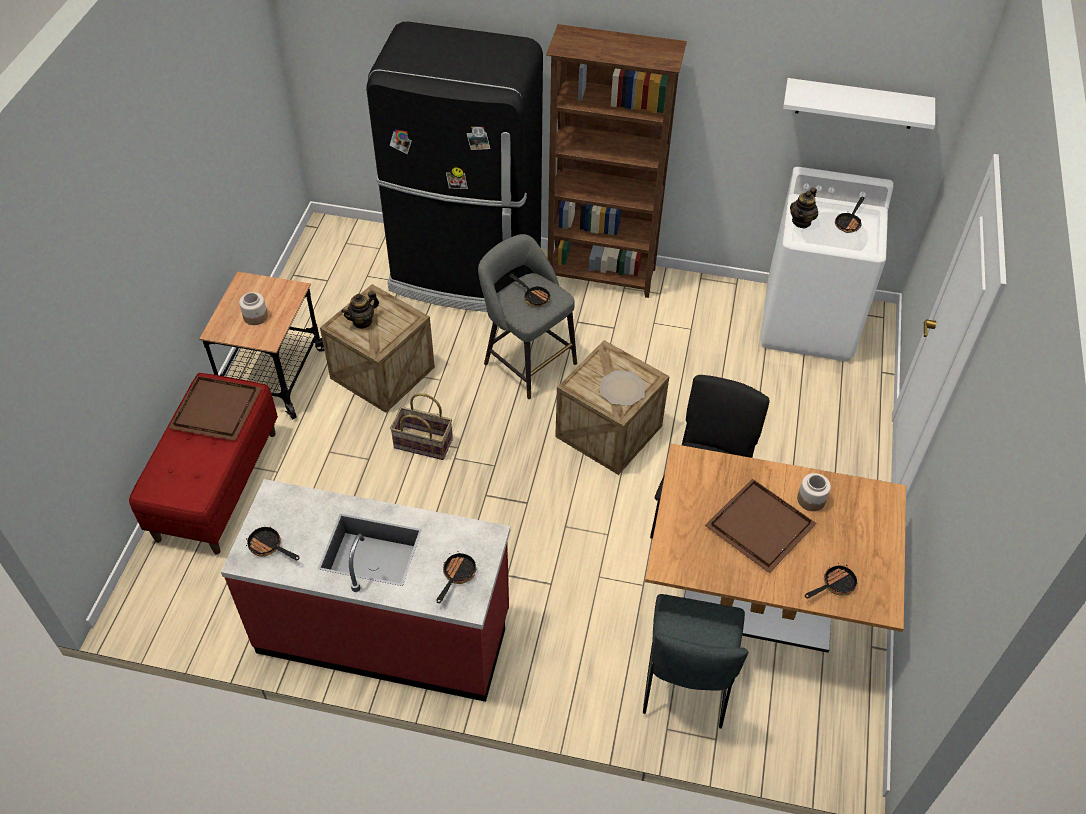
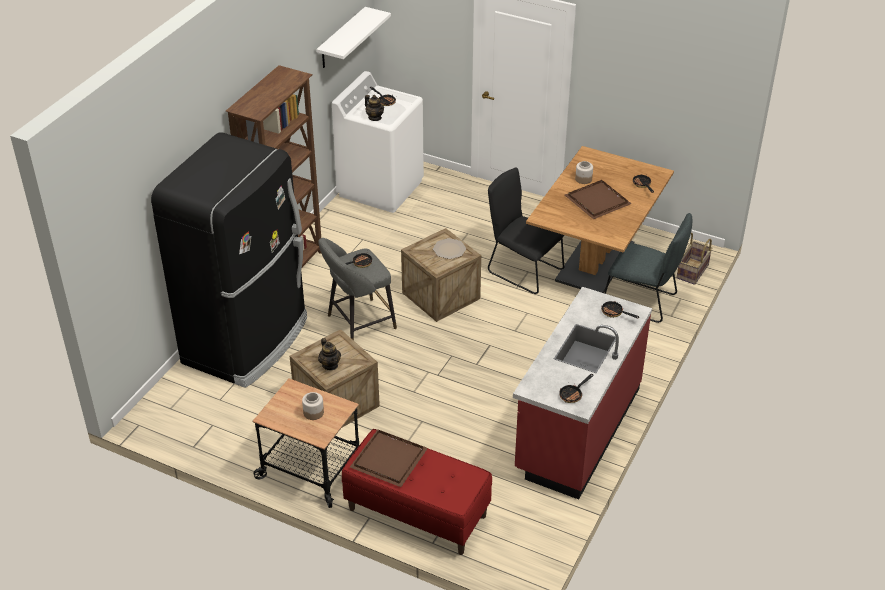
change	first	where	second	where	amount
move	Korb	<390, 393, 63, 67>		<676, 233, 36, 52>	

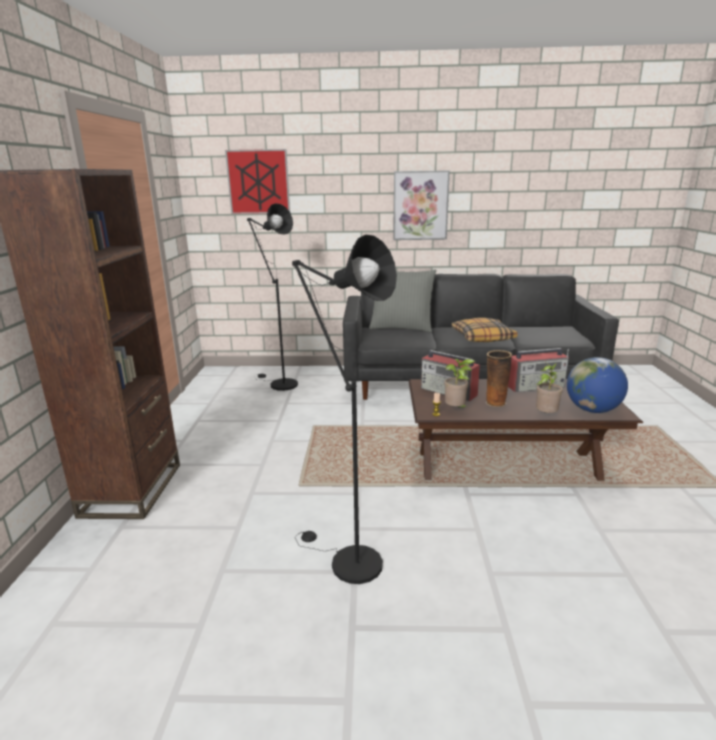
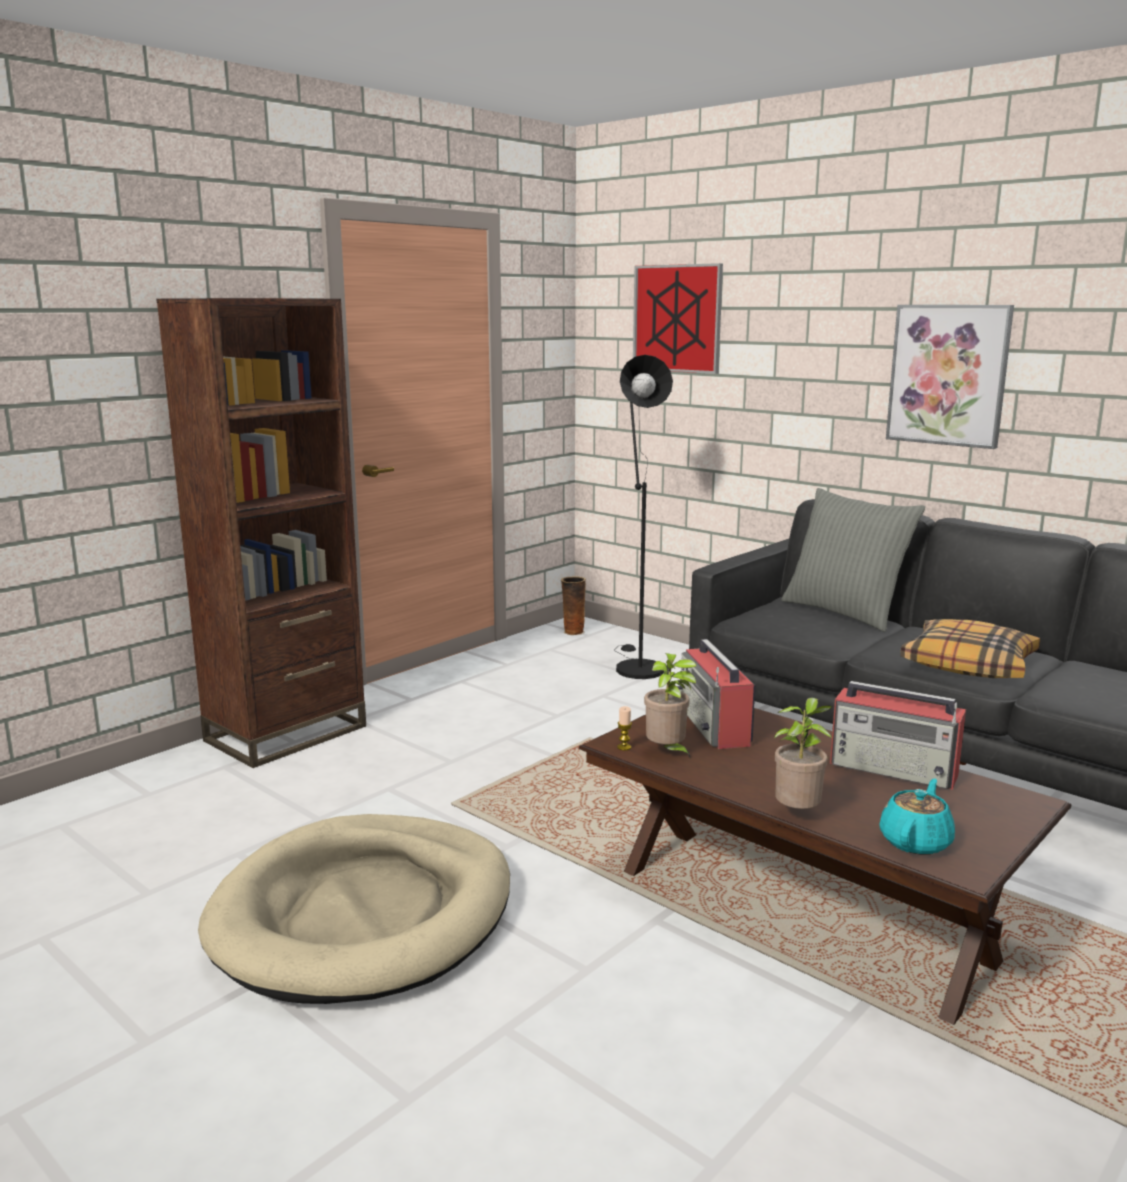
change	first	where	second	where	amount
replace	Stehlampe (schwarz)	<292, 234, 105, 350>	Hundebett (beige)	<198, 814, 312, 190>	
move	Vase	<485, 350, 27, 57>		<561, 576, 25, 59>	
replace	Globus	<567, 357, 61, 56>	Teekanne (türkis)	<879, 779, 76, 76>	

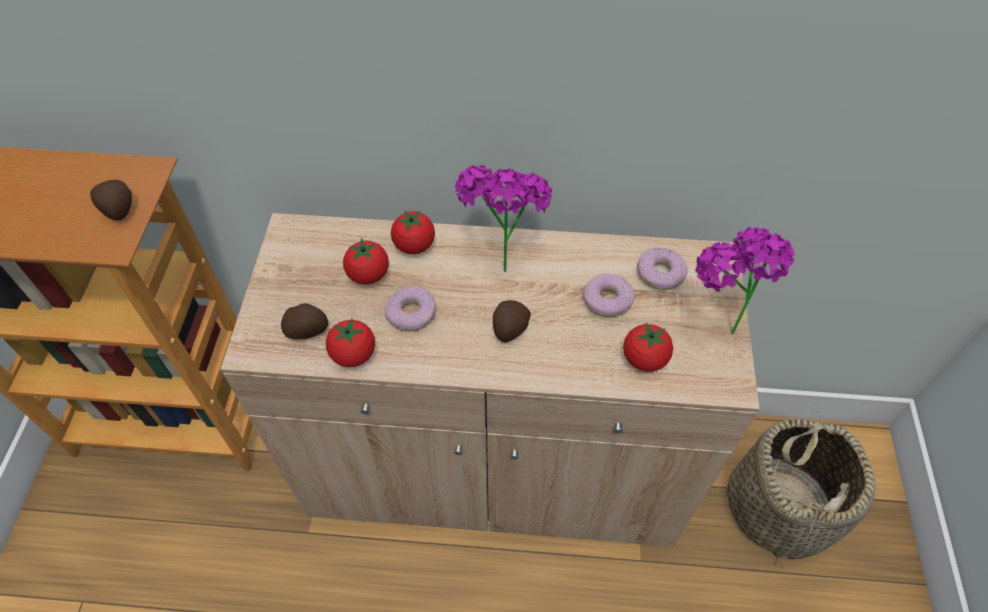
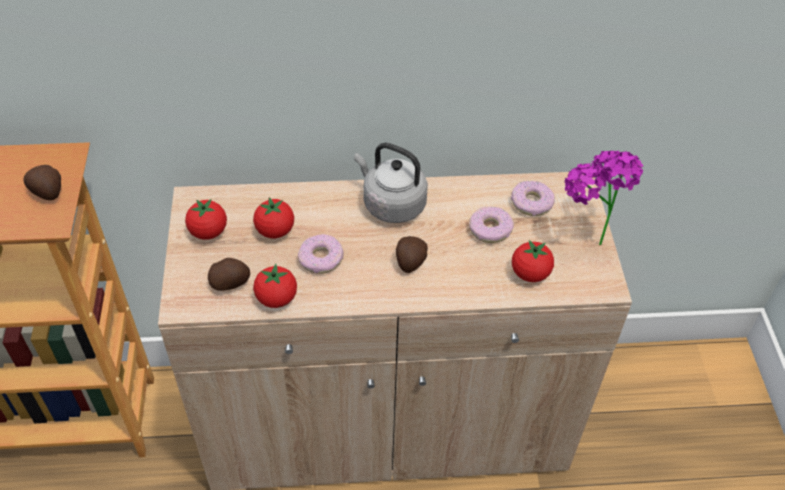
change	first	where	second	where	amount
move	Tomate	<391, 210, 44, 44>		<185, 199, 42, 41>	
replace	Topfpflanze	<455, 165, 97, 107>	Wasserkessel (grau)	<354, 143, 74, 80>	
delete	Korb	<727, 411, 148, 157>			

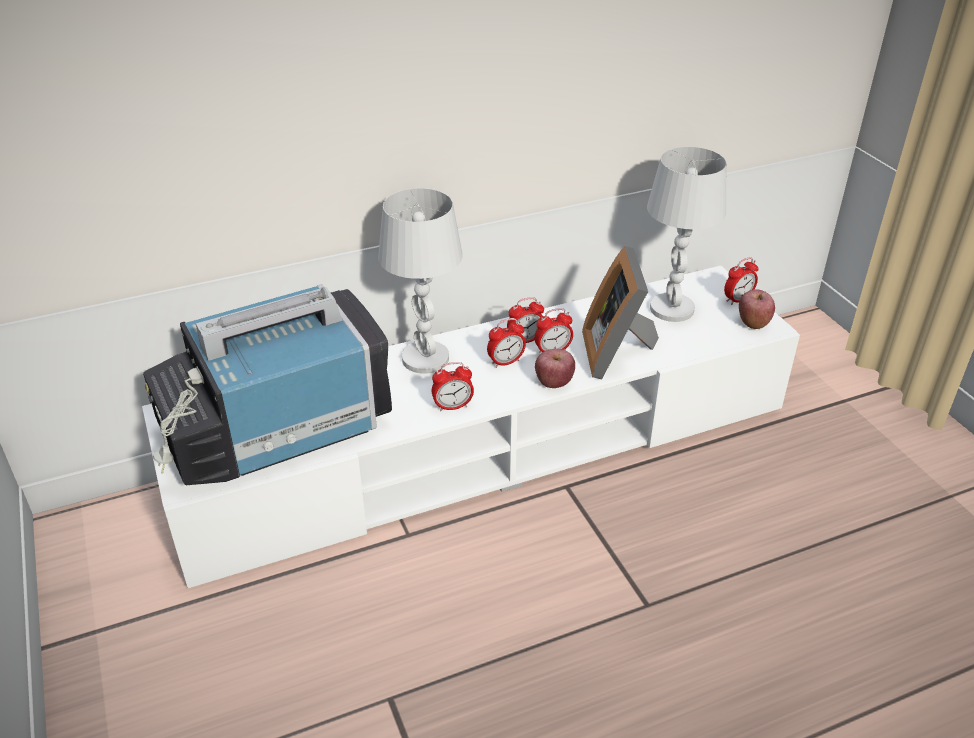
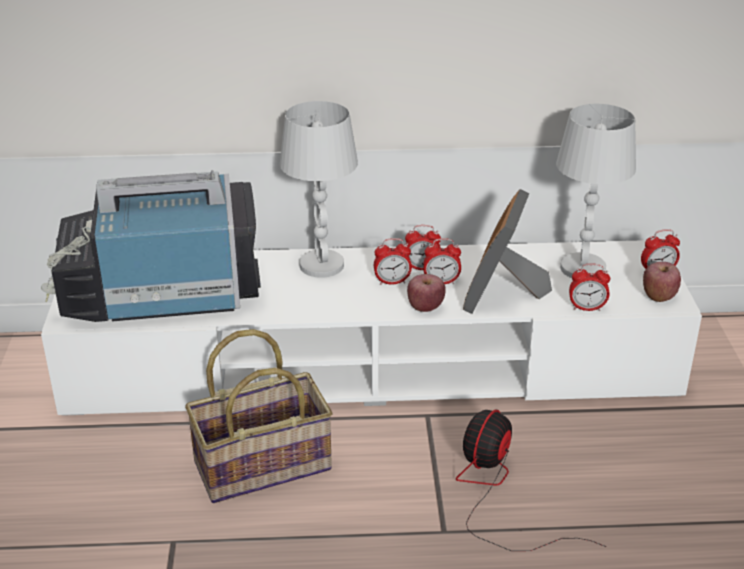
change	first	where	second	where	amount
insert			Korb	<185, 329, 148, 174>	
insert			Ventilator	<456, 410, 150, 141>	
move	Wecker	<432, 362, 42, 50>		<569, 263, 41, 48>	

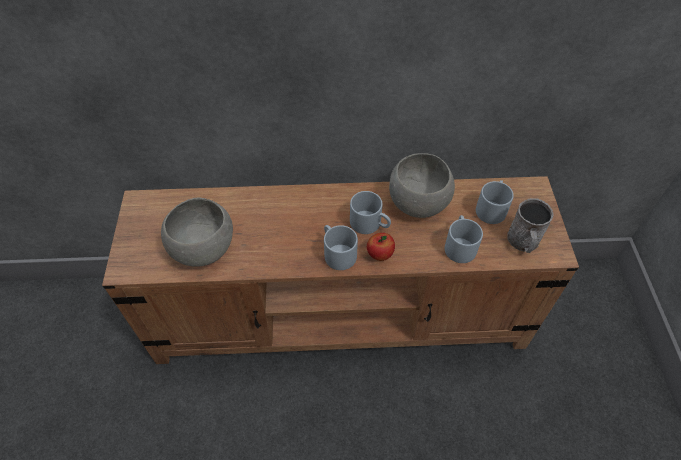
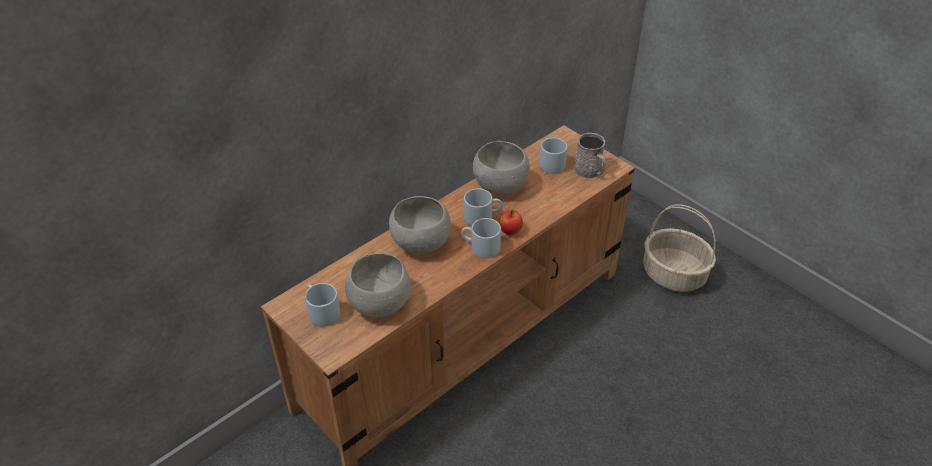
change	first	where	second	where	amount
move	Henkelbecher (grau)	<445, 215, 38, 48>		<305, 283, 35, 44>	
insert			Schüssel (grau)	<389, 196, 62, 58>	
insert			Korb	<643, 204, 73, 88>	

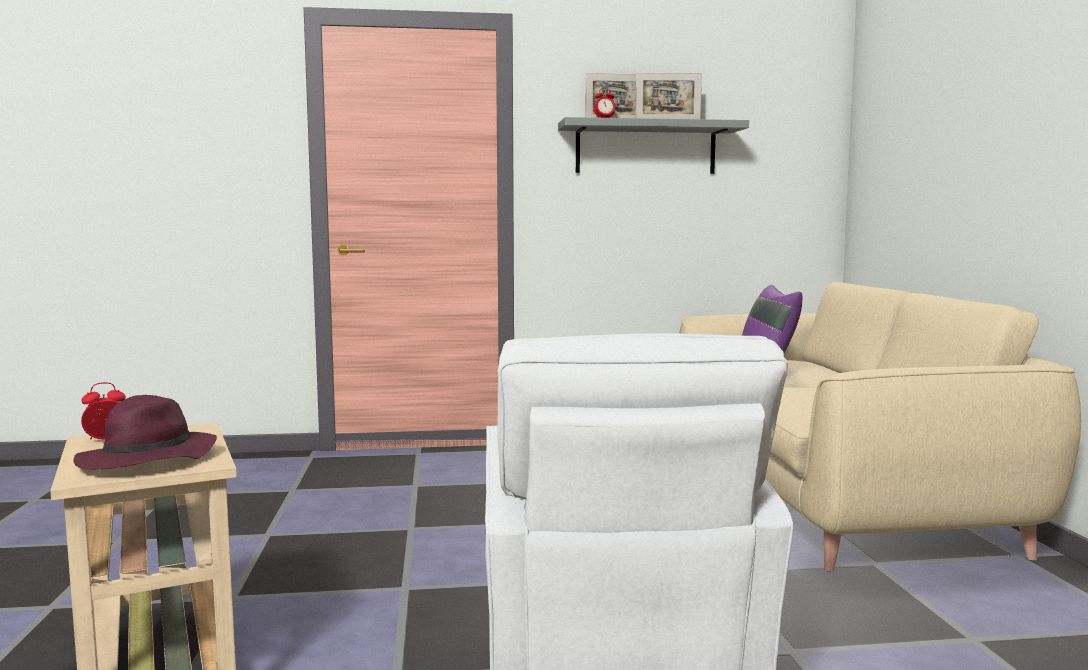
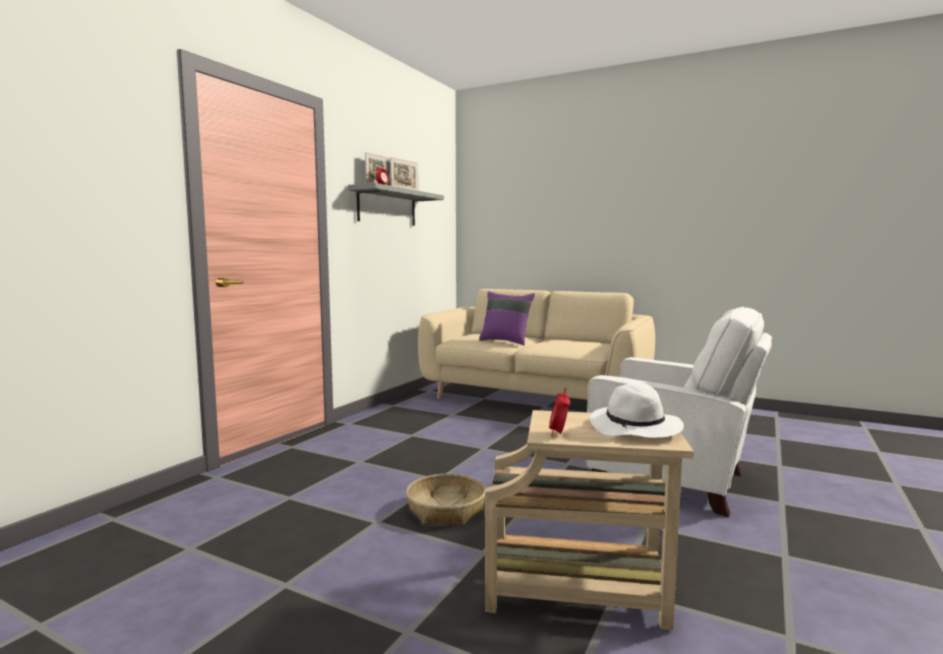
change	first	where	second	where	amount
insert			Korb	<406, 474, 80, 51>	
recolor	Hut (lila)	<73, 395, 144, 75>	Hut (weiß)	<589, 383, 95, 55>	

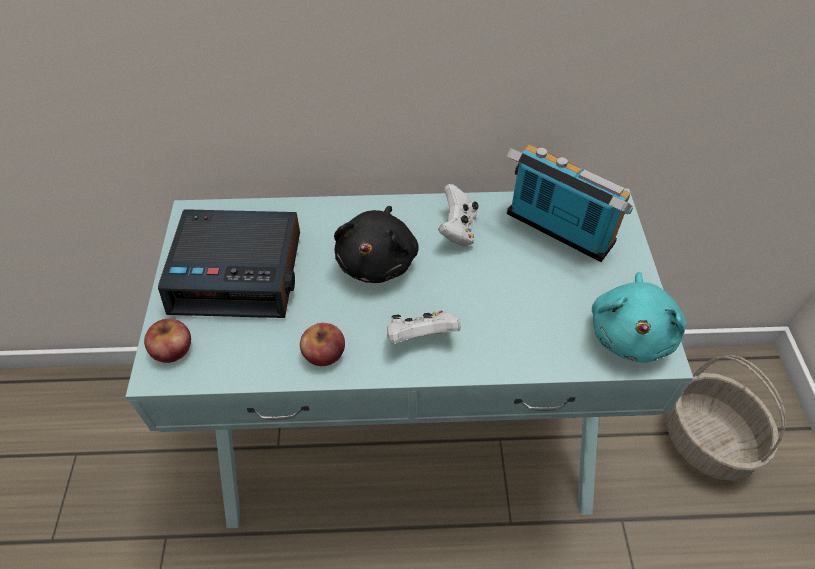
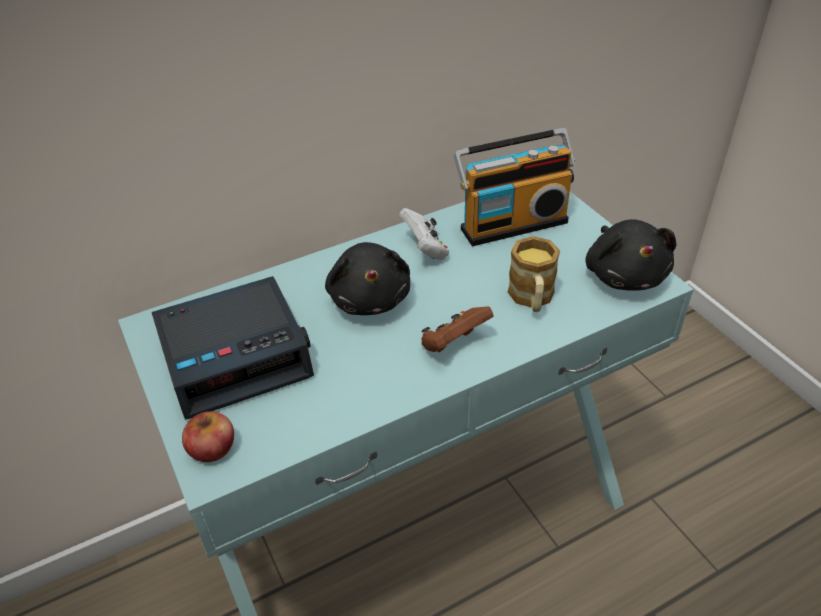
change	first	where	second	where	amount
recolor	Gamepad (weiß)	<387, 311, 74, 33>	Gamepad (braun)	<421, 306, 72, 46>	
rotate	Radio	<507, 145, 126, 117>		<453, 128, 123, 118>	150 degrees clockwise
insert			Henkelbecher	<508, 236, 52, 76>	
recolor	Plüschtier (türkis)	<592, 272, 94, 91>	Plüschtier (schwarz)	<586, 219, 91, 72>	
delete	Apfel	<300, 323, 45, 43>			
delete	Korb	<667, 355, 119, 126>			

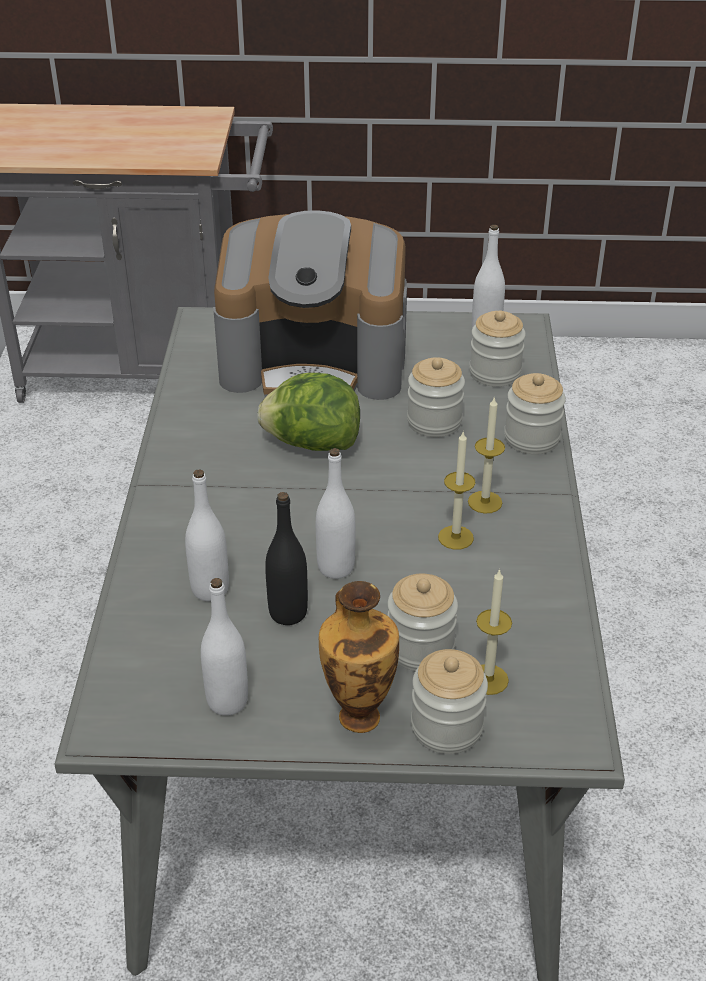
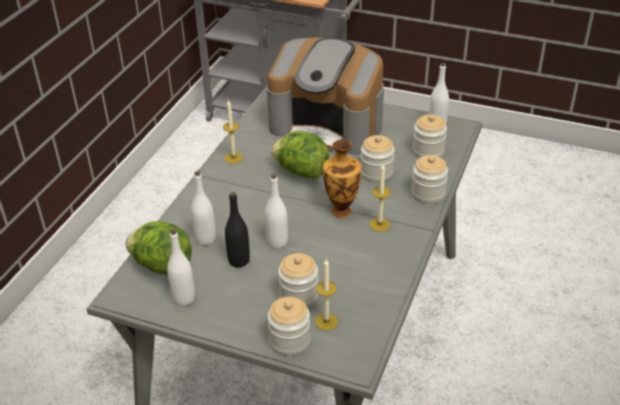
change	first	where	second	where	amount
insert			Salatkopf	<125, 221, 67, 54>	
move	Kerze	<438, 432, 37, 118>		<223, 99, 20, 65>	
move	Vase	<319, 581, 80, 152>		<323, 140, 38, 78>	

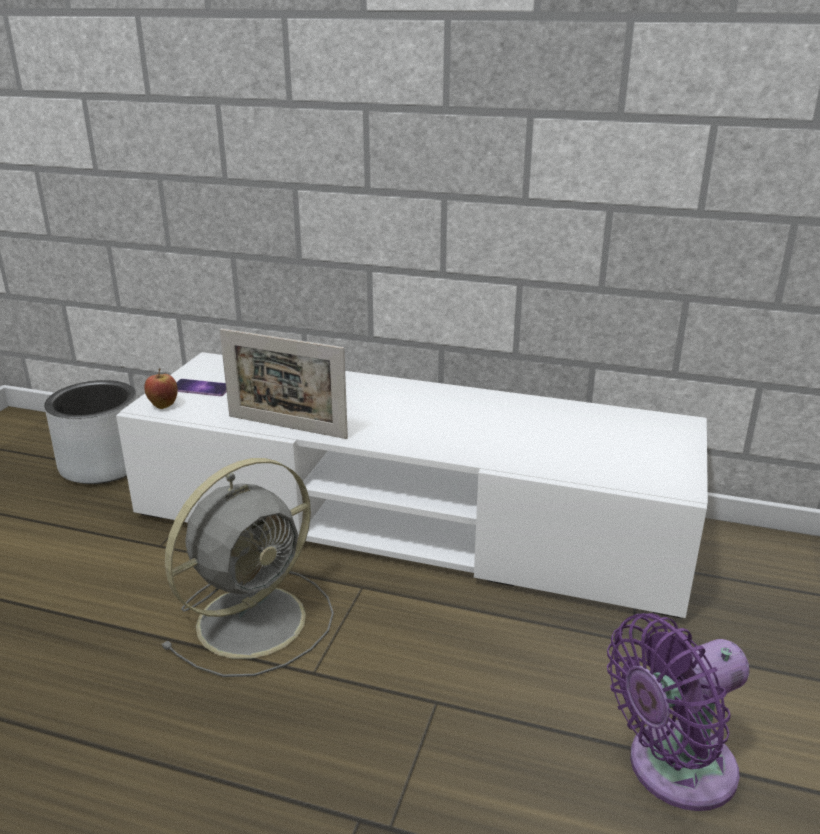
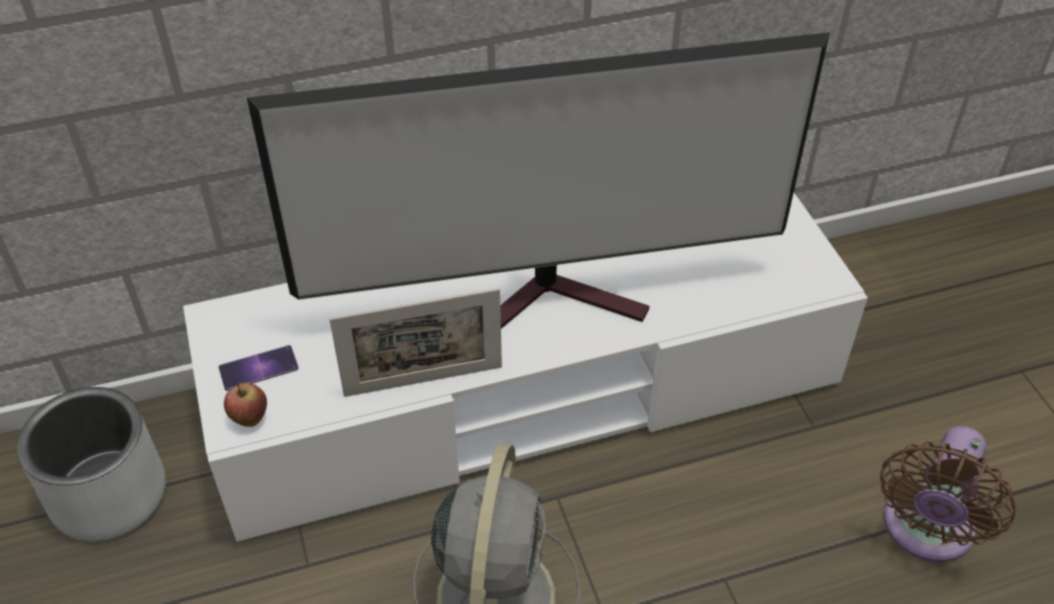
change	first	where	second	where	amount
insert			Fernseher	<247, 32, 583, 297>	
recolor	Ventilator (lila)	<607, 613, 142, 198>	Ventilator (braun)	<880, 426, 136, 137>	

